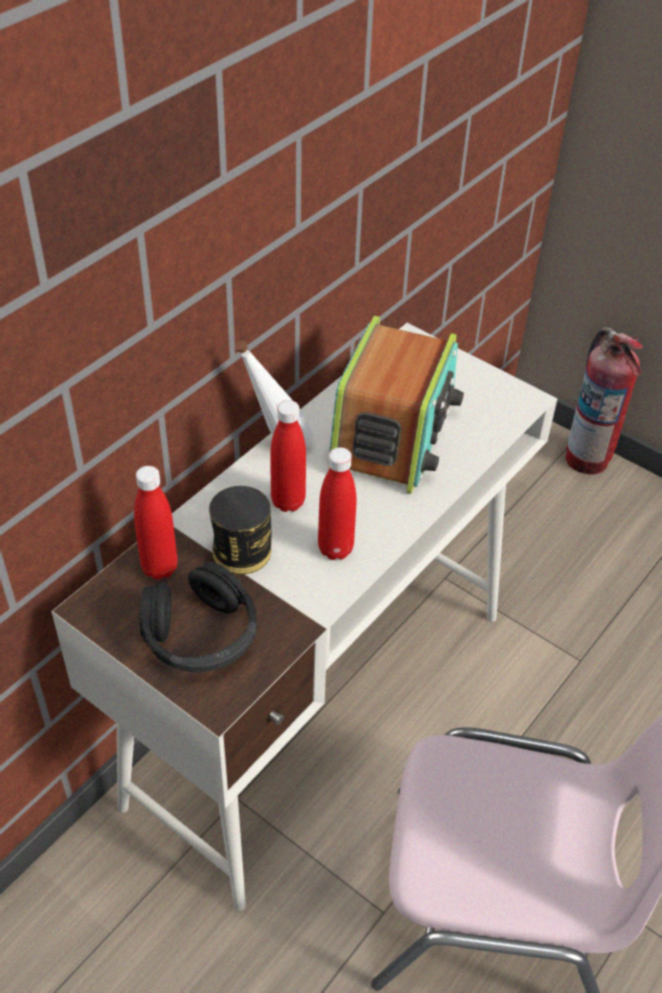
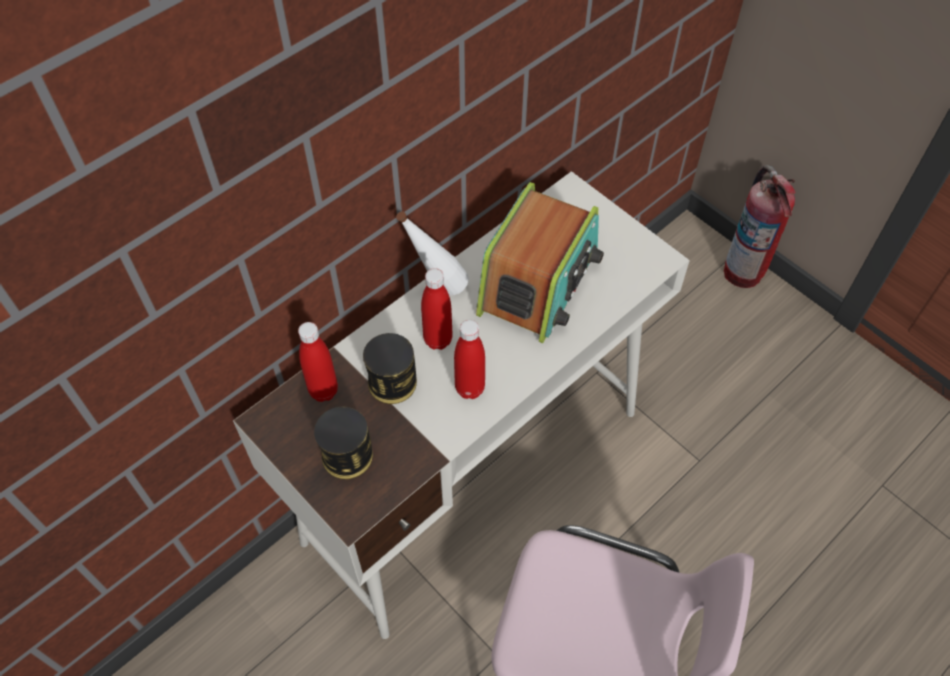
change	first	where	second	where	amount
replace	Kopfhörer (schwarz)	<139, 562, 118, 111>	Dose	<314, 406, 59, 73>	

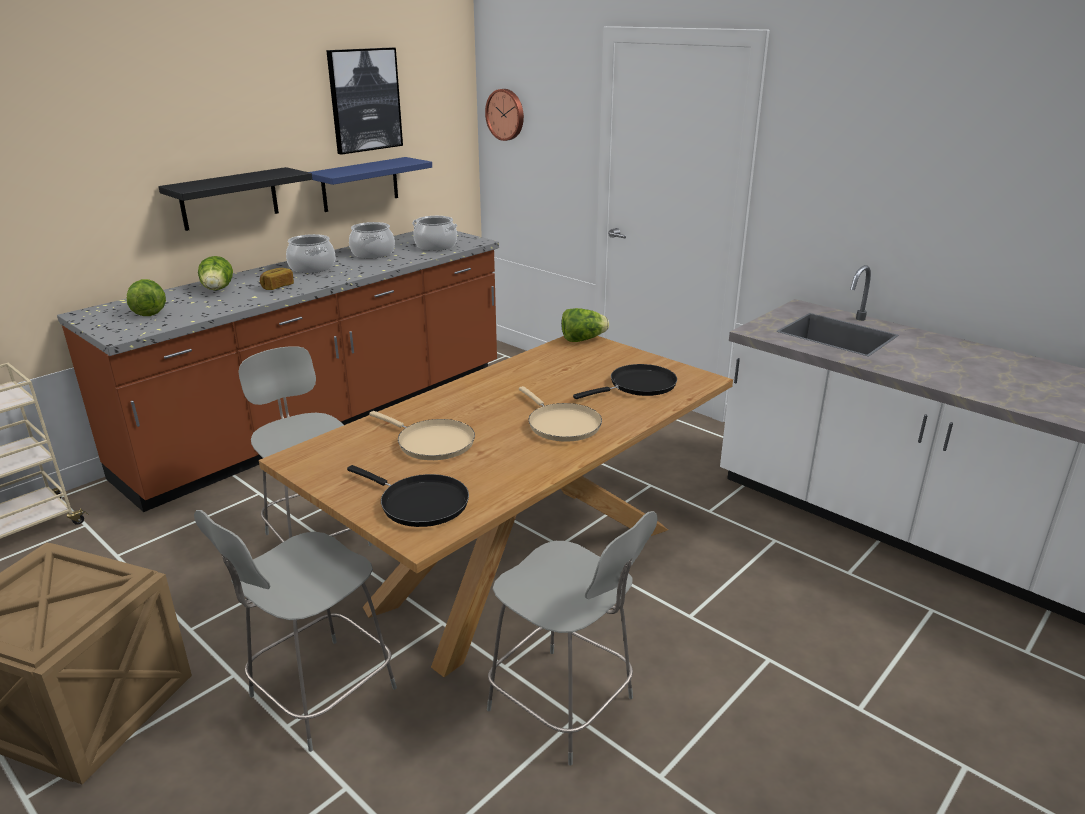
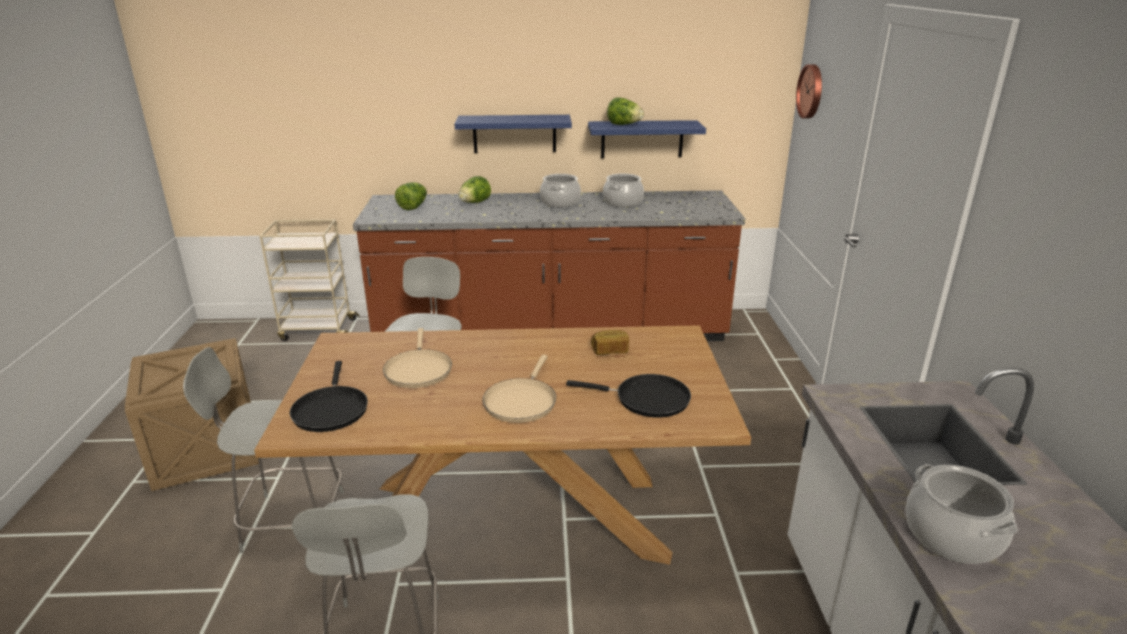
change	first	where	second	where	amount
recolor	Wandregal (schwarz)	<158, 167, 154, 64>	Wandregal (blau)	<454, 115, 118, 38>	
move	Brot	<260, 268, 34, 22>		<591, 330, 38, 25>	
move	Salatkopf	<561, 308, 48, 34>		<607, 97, 37, 28>	
move	Kochtopf	<412, 216, 45, 35>		<906, 464, 112, 100>	
delete	Bild	<326, 47, 77, 108>			

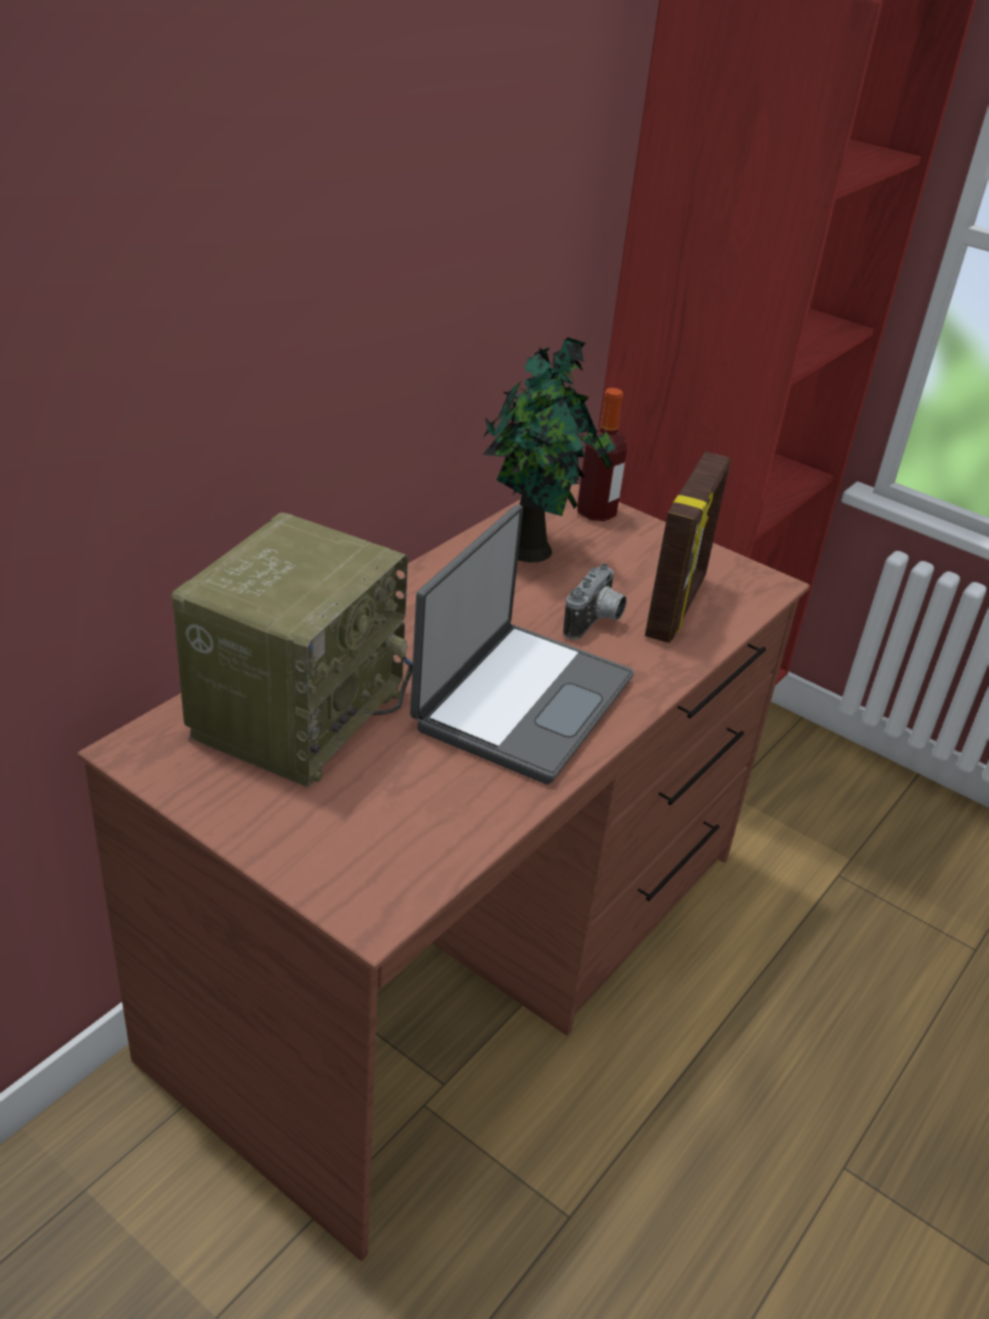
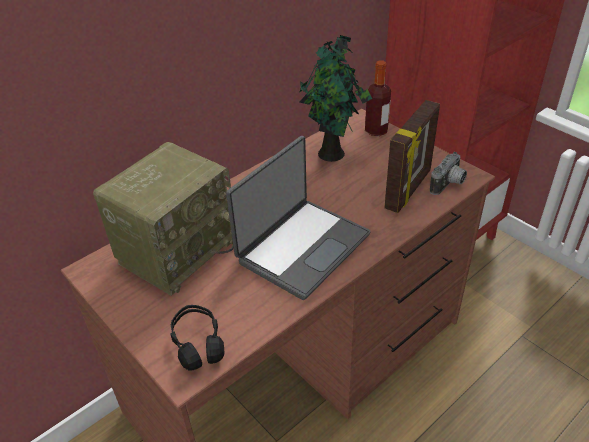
change	first	where	second	where	amount
insert			Kopfhörer (schwarz)	<170, 305, 54, 66>	
move	Kamera	<563, 563, 64, 77>		<430, 152, 37, 43>	

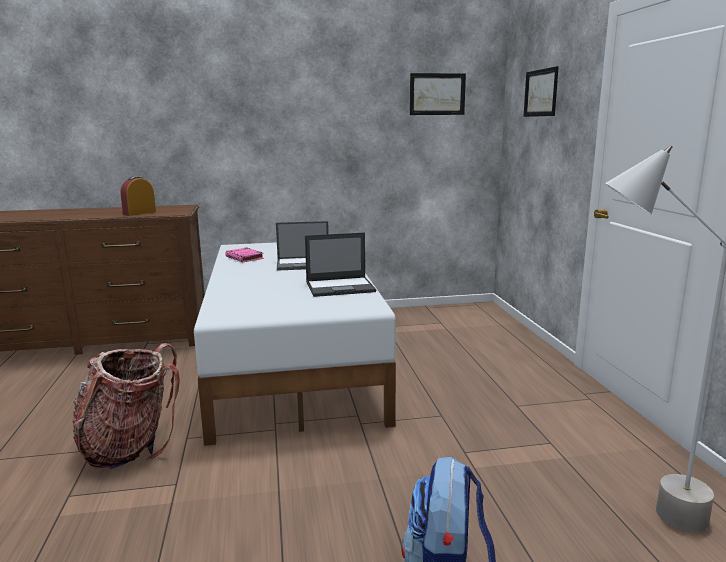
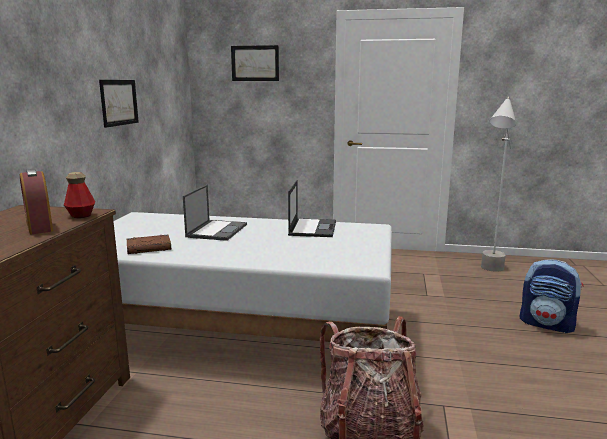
change	first	where	second	where	amount
insert			Flasche	<64, 172, 31, 46>	
move	Bild	<410, 73, 56, 42>		<99, 80, 40, 48>	
recolor	Buch (rosa)	<225, 248, 39, 14>	Buch (braun)	<127, 235, 44, 19>	

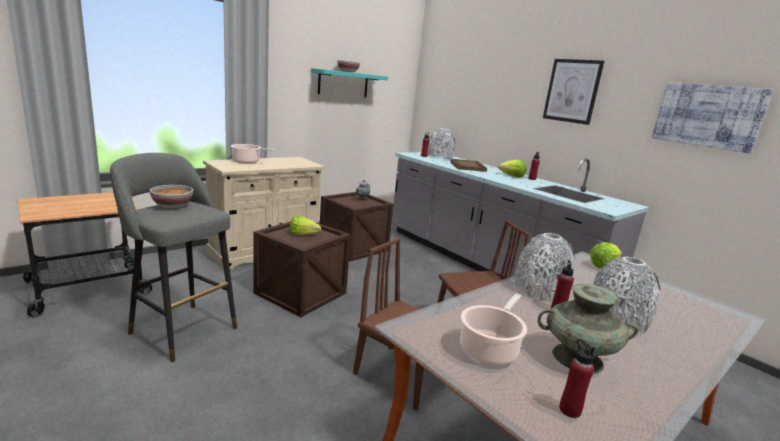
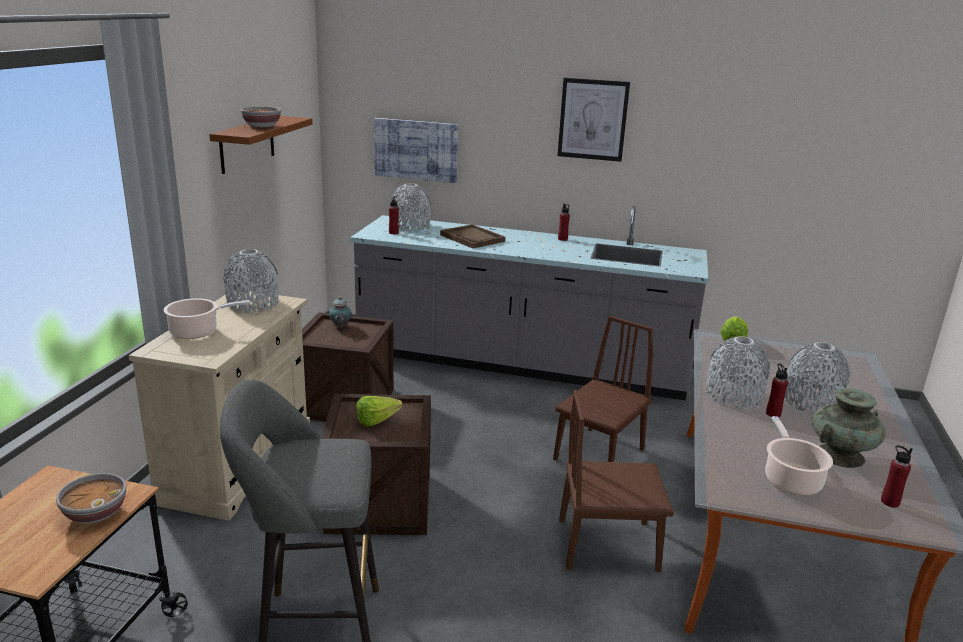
change	first	where	second	where	amount
move	Schüssel	<149, 185, 44, 23>		<56, 473, 70, 51>	
recolor	Wandregal (türkis)	<311, 68, 77, 30>	Wandregal (braun)	<209, 116, 104, 58>	
insert			Vase (grau)	<223, 249, 56, 64>	
move	Bild	<652, 82, 121, 71>		<374, 118, 84, 65>	
delete	Salatkopf	<499, 160, 27, 17>			

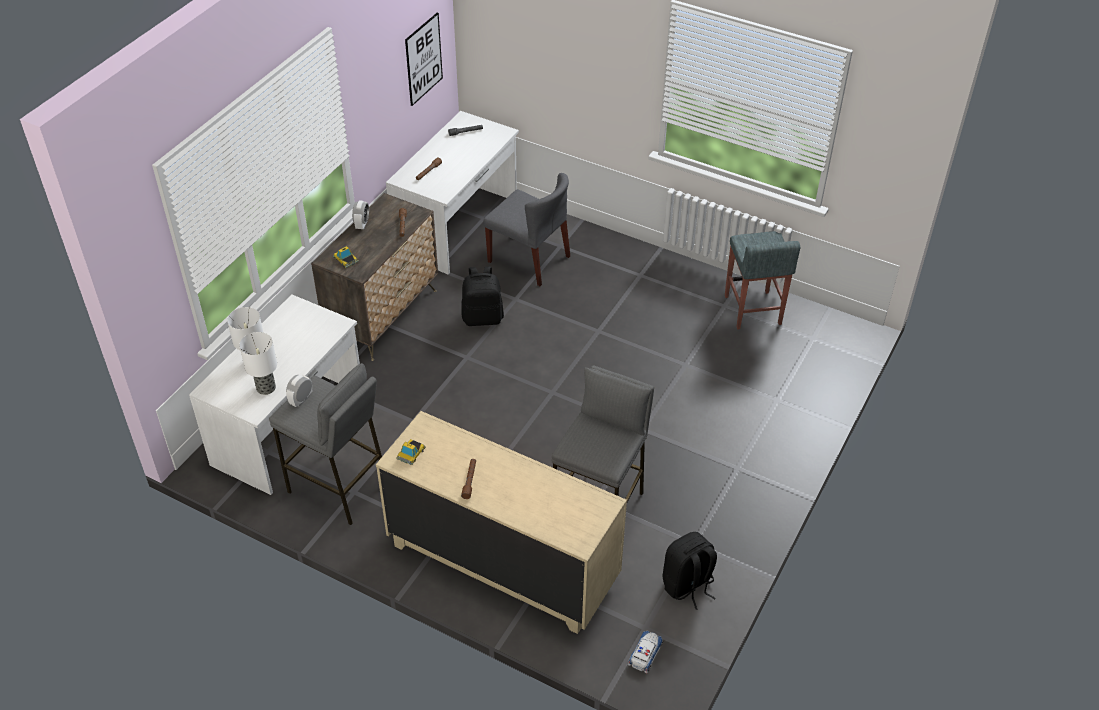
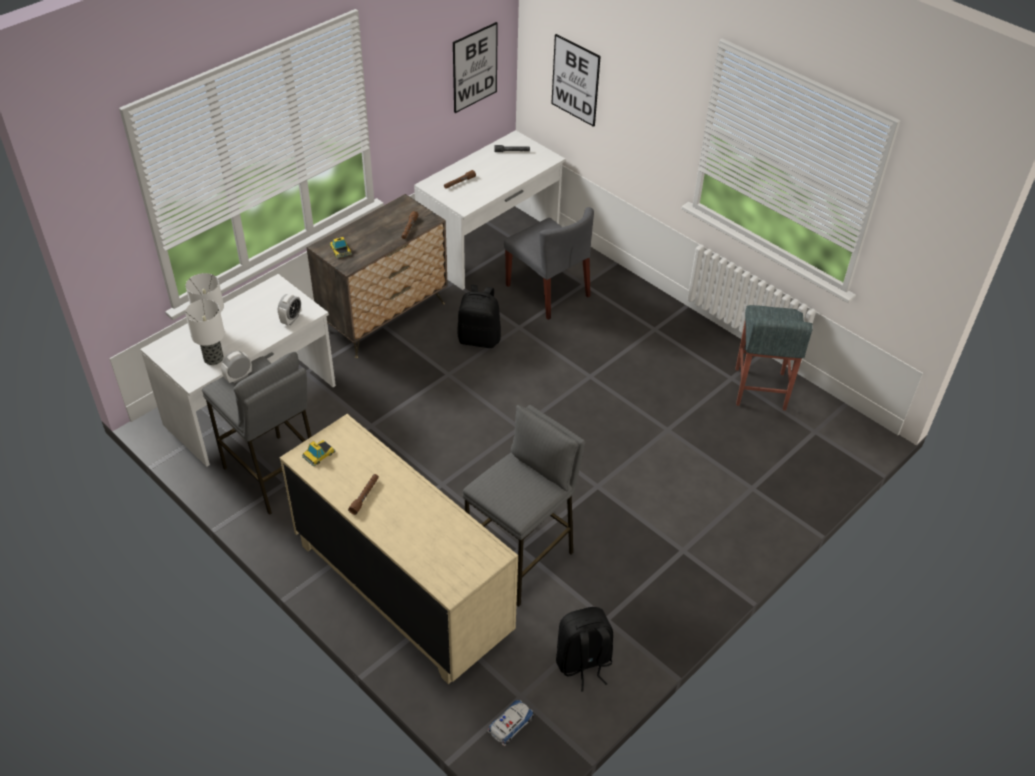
change	first	where	second	where	amount
move	Wecker	<352, 200, 17, 29>		<278, 293, 23, 32>	
insert			Bild	<551, 34, 50, 93>	

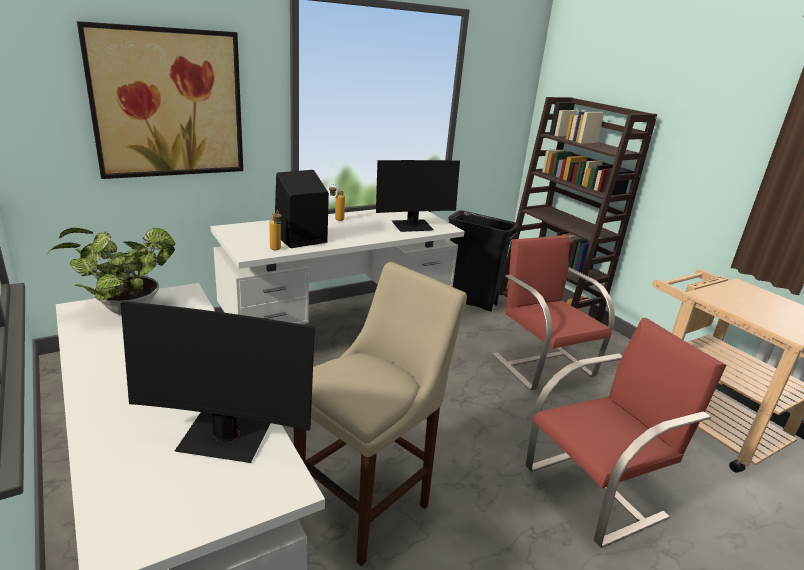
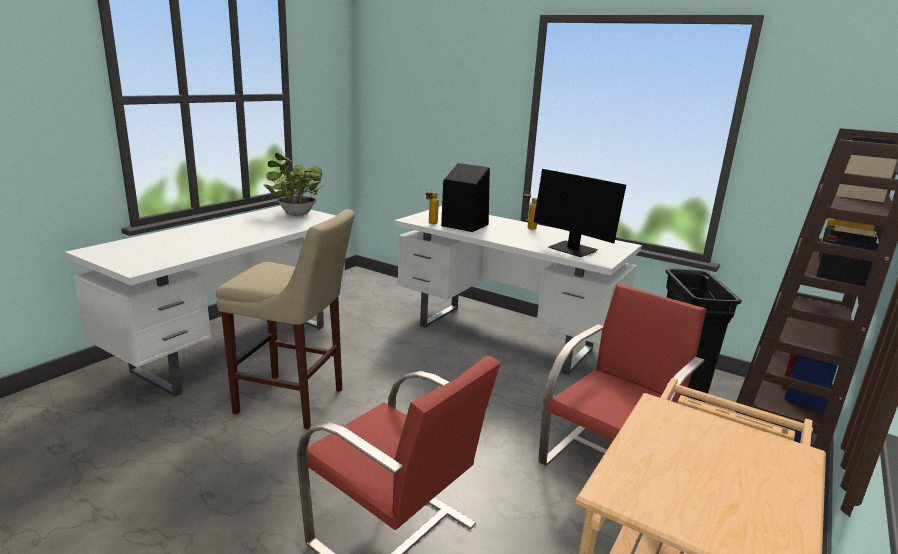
change	first	where	second	where	amount
delete	Bild	<77, 21, 166, 158>			
delete	Monitor	<120, 301, 195, 162>			

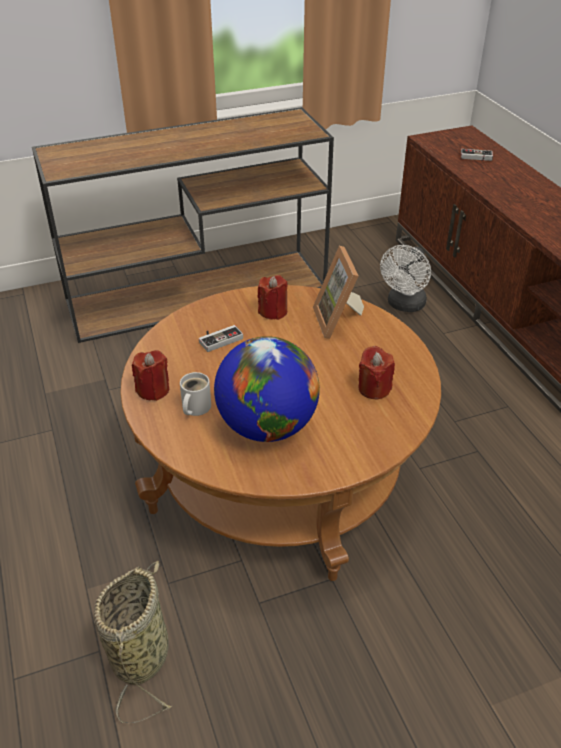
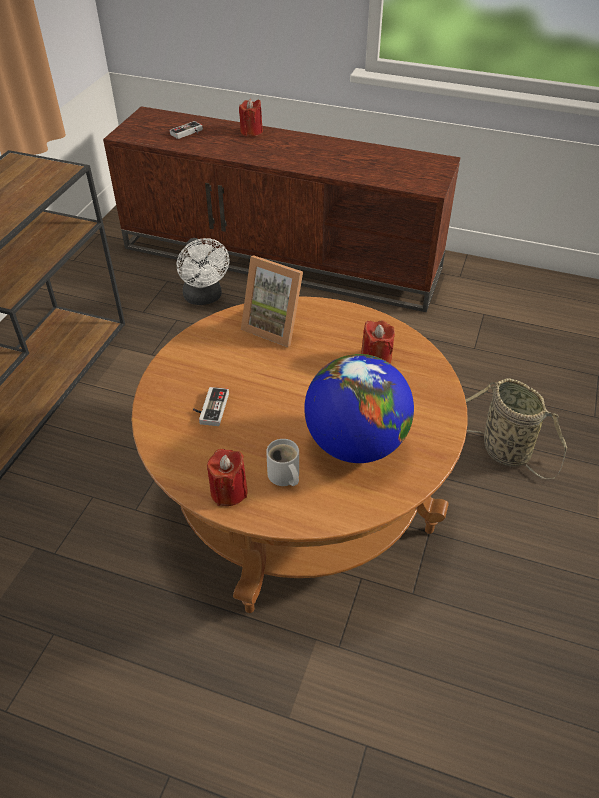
change	first	where	second	where	amount
move	Kerze (rot)	<257, 275, 31, 45>		<239, 98, 24, 38>	
move	Korb	<94, 561, 79, 162>		<465, 378, 102, 101>	

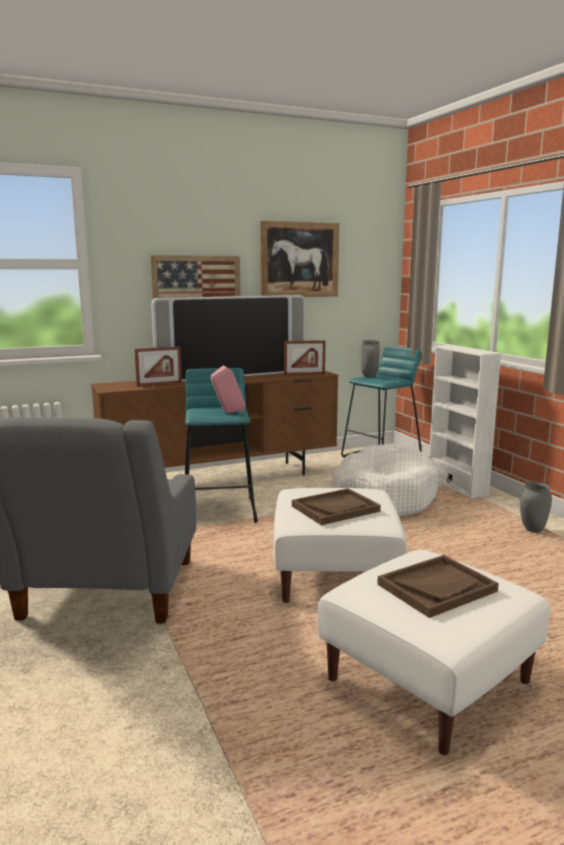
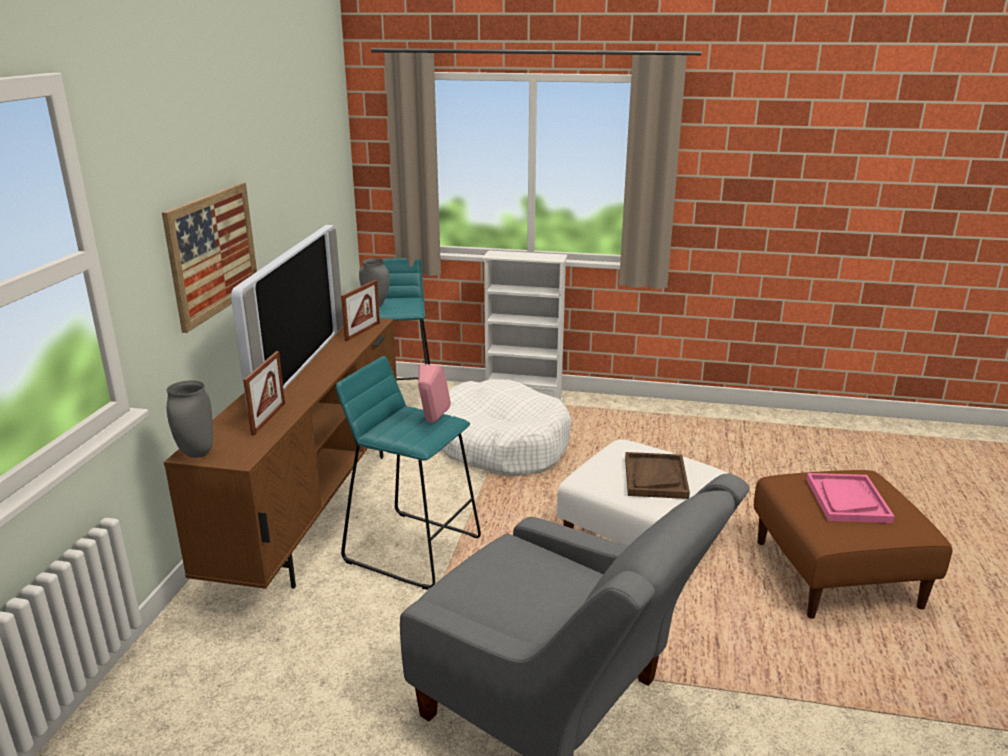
change	first	where	second	where	amount
move	Vase (grau)	<520, 482, 32, 51>		<167, 380, 46, 78>	
recolor	Polsterhocker (weiß)	<318, 550, 232, 205>	Polsterhocker (braun)	<754, 470, 199, 149>	
recolor	Tablett (braun)	<377, 555, 122, 63>	Tablett (rosa)	<806, 473, 89, 50>	
delete	Bild	<260, 221, 79, 76>			

